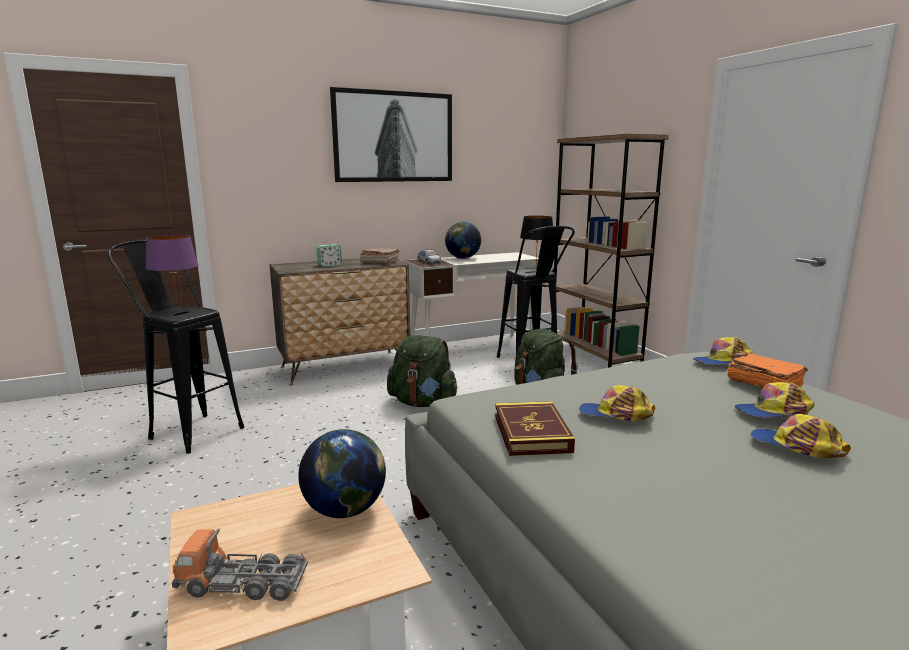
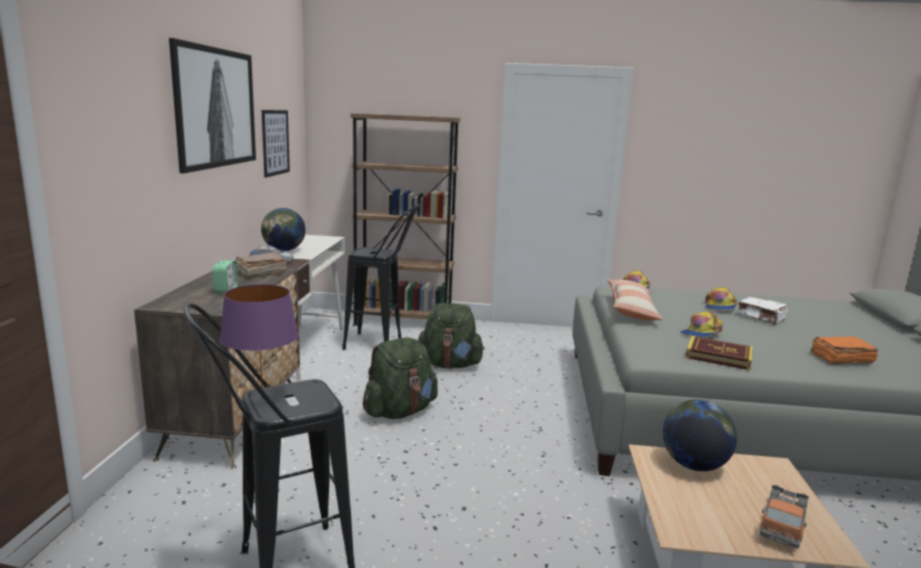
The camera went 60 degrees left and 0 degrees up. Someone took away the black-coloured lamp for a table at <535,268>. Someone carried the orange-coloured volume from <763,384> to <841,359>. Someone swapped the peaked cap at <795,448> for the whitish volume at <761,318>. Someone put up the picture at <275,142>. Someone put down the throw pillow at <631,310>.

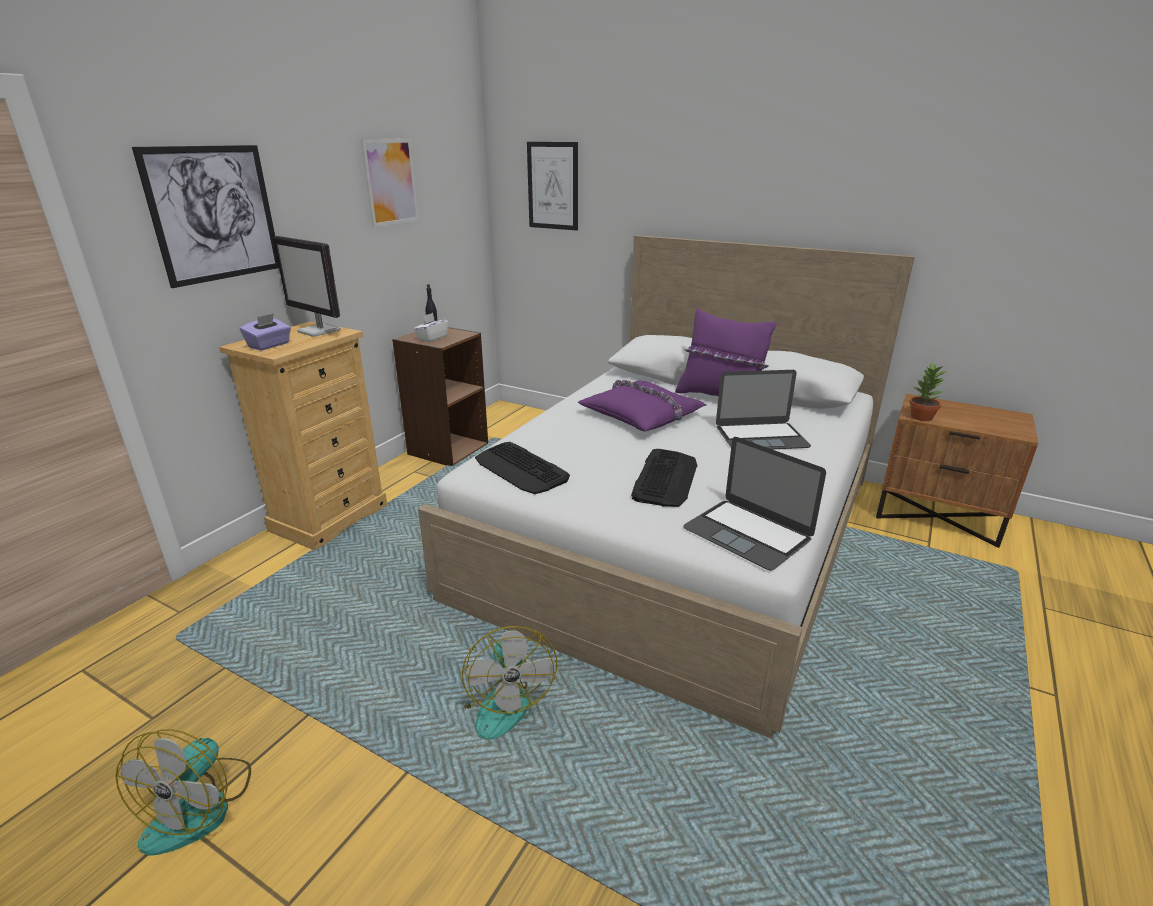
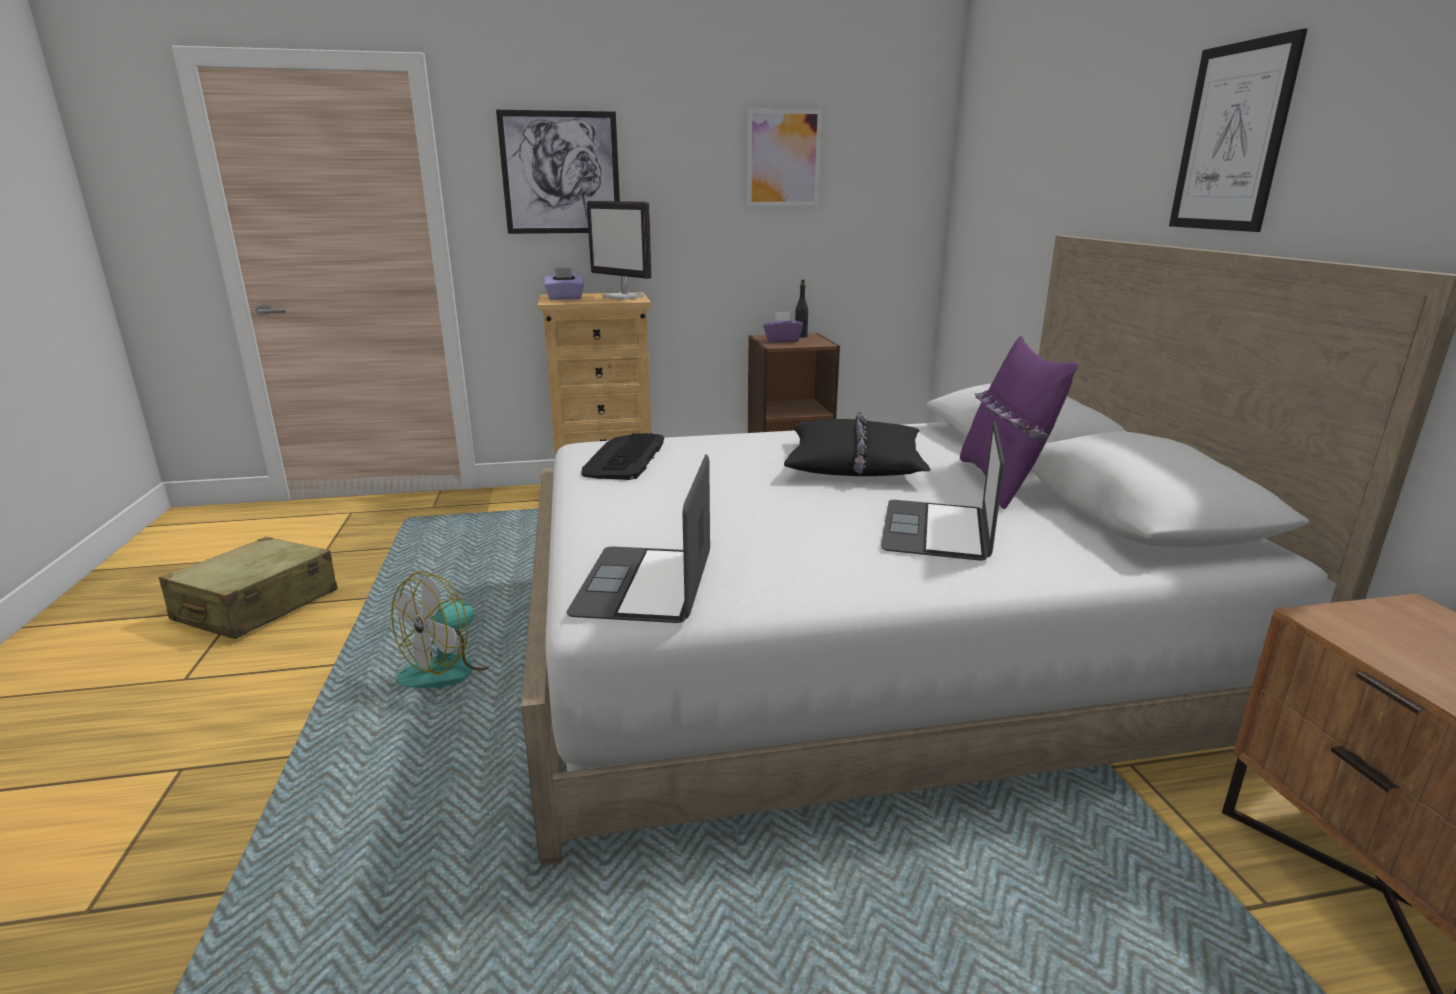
The camera went 50 degrees right and 5 degrees down. Someone swapped the cooling fan at <200,805> for the beige suitcase at <256,606>. Someone rotated the monitor at <320,331> by 45 degrees counterclockwise. Someone repainted the whitish tissue holder at <432,338>, which became the purplish tissue holder at <782,340>. Someone carried the picture from <553,186> to <1232,138>. Someone repainted the purplish throw pillow at <642,415>, which became the black-coloured throw pillow at <855,464>. Someone took away the PC keyboard at <665,478>. Someone rotated the portable computer at <761,437> by 60 degrees clockwise. Someone took away the plant in a pot at <921,417>.

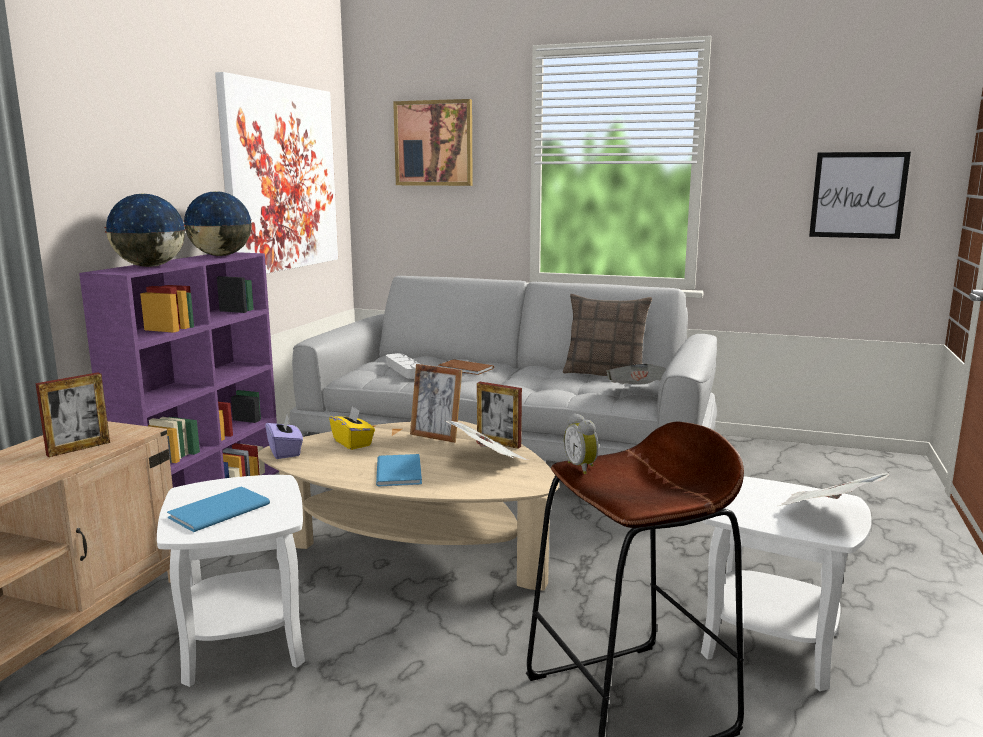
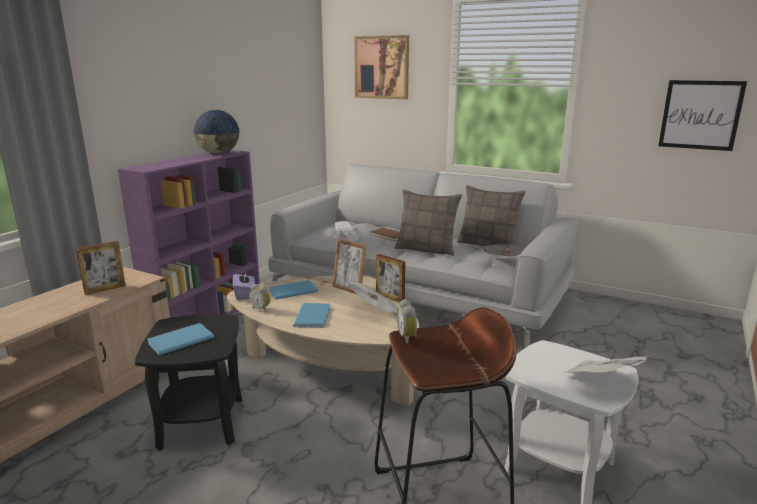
The camera went 10 degrees right and 5 degrees up. Someone took away the desk globe at <150,266>. Someone repainted the whitish accent table at <243,642>, which became the black-coloured accent table at <201,423>. Someone took away the picture at <281,178>. Someone swapped the yellowish tissue holder at <353,443> for the blue volume at <291,290>. Someone put down the alarm clock at <261,309>. Someone put down the throw pillow at <426,249>.

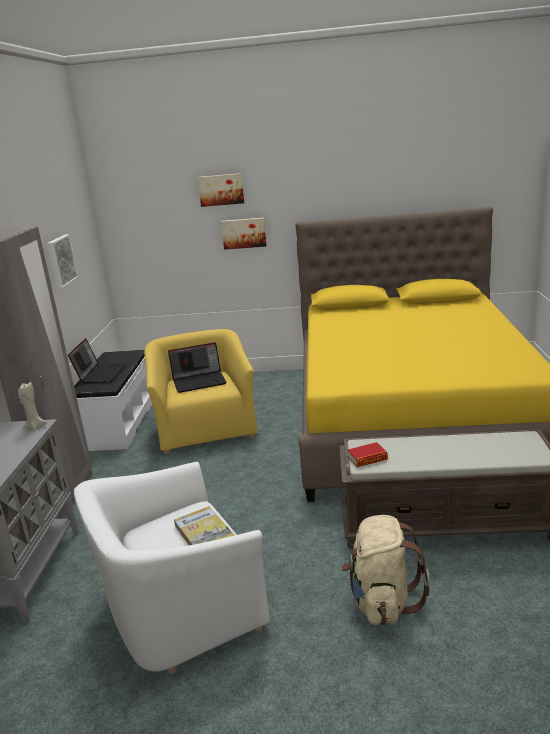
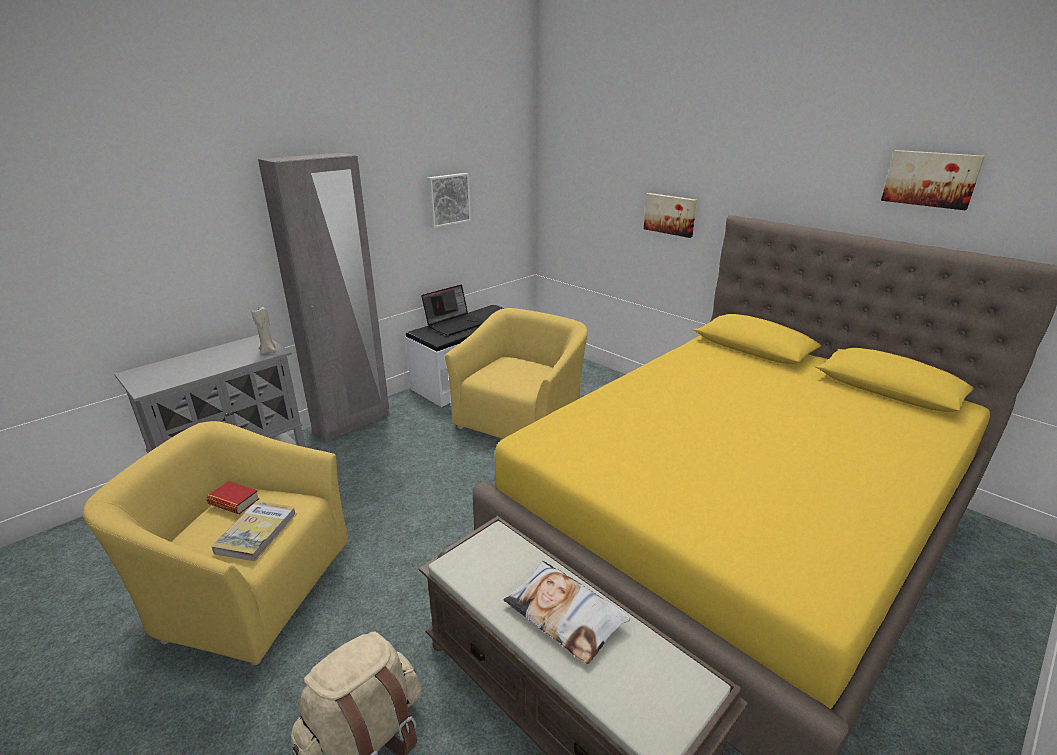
The camera went 40 degrees right and 5 degrees up. Someone repainted the whitish armchair at <180,610>, which became the yellowish armchair at <249,588>. Someone took away the portable computer at <200,381>. Someone carried the picture from <221,189> to <931,179>. Someone carried the volume from <367,458> to <234,502>. Someone put down the throw pillow at <565,615>.

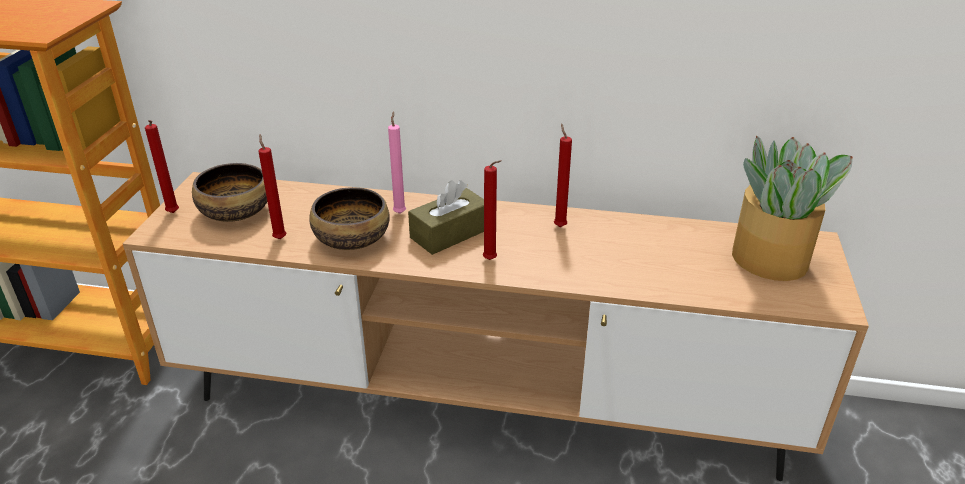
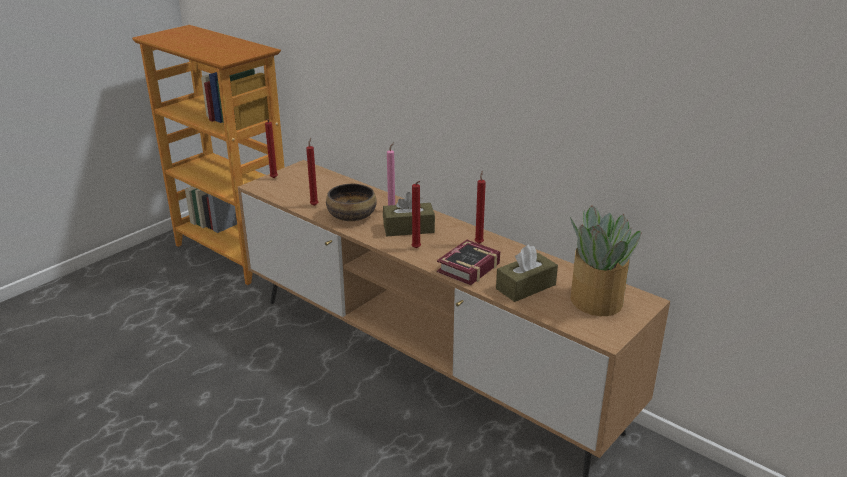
The camera went 30 degrees right and 5 degrees down. Someone took away the serving bowl at <235,211>. Someone put down the volume at <465,268>. Someone put down the brown tissue holder at <526,287>.

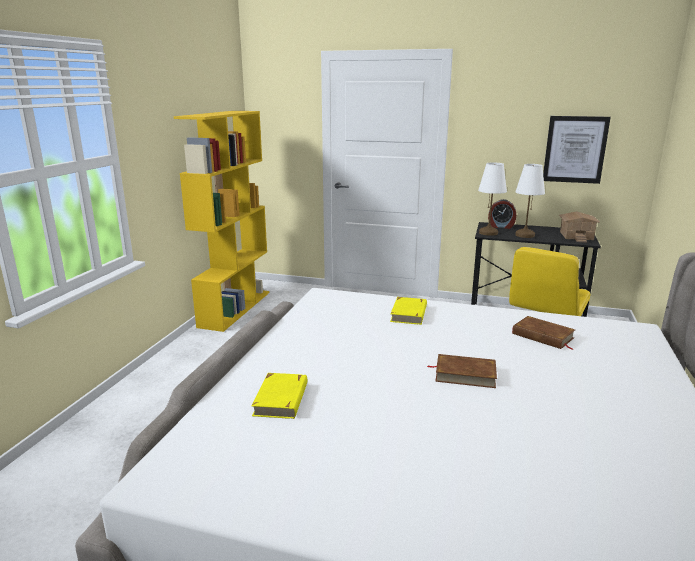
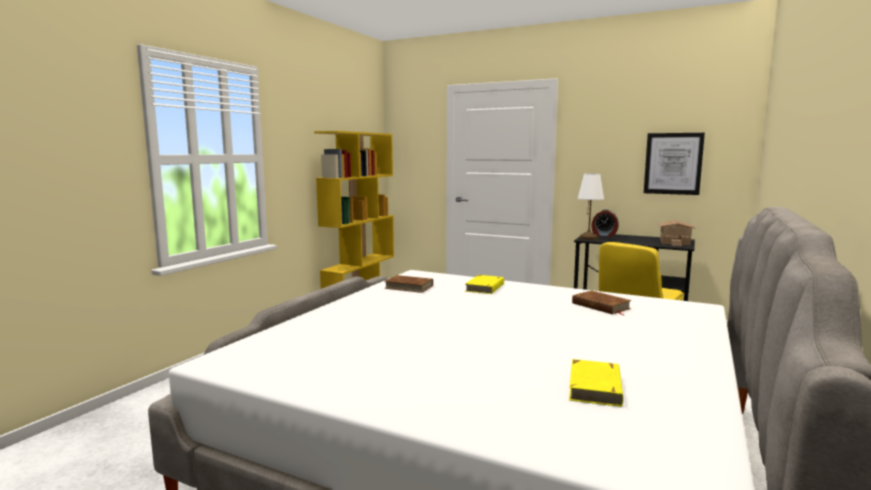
The camera went 10 degrees right and 10 degrees down. Someone carried the yellowish volume from <281,399> to <595,387>. Someone carried the brown volume from <465,374> to <408,287>. Someone took away the whitish lamp for a table at <524,235>.

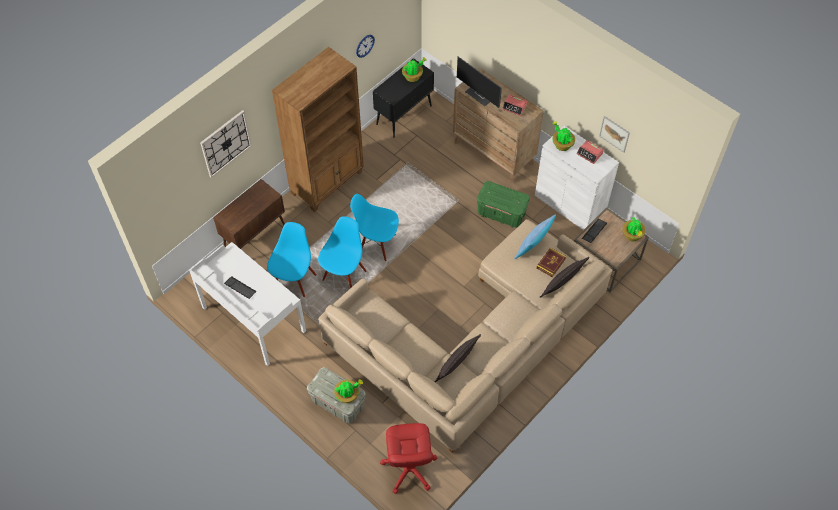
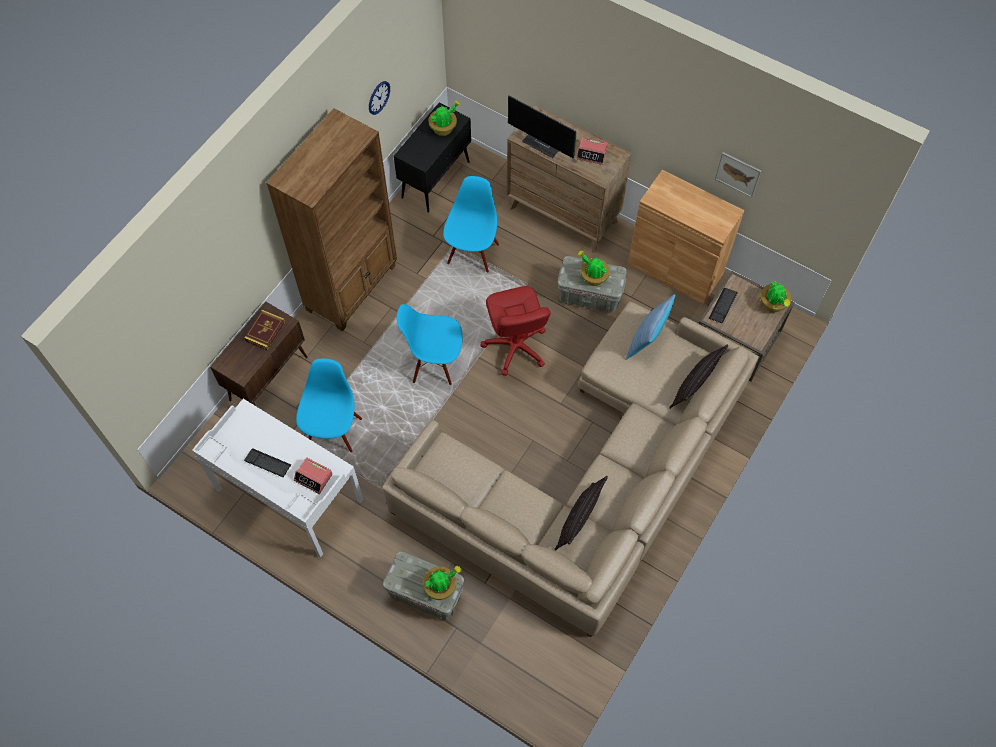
The camera went 10 degrees left and 5 degrees up. Someone took away the clock on the wall at <226,143>. Someone carried the blue plain chair from <344,274> to <472,253>. Someone carried the red-coloured desk chair from <409,468> to <515,347>. Someone repainted the green storage bin at <501,213>, which became the greyish storage bin at <589,295>. Someone repainted the whitish storage cabinet at <570,203>, which became the brown storage cabinet at <675,268>. Someone carried the volume from <551,263> to <265,331>. Someone carried the plant in a pot from <561,144> to <593,277>. Someone carried the alarm clock from <589,154> to <313,477>.

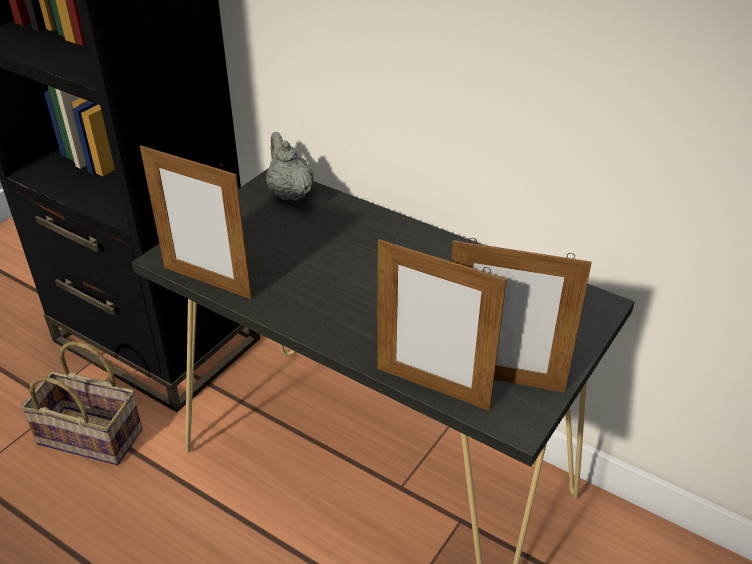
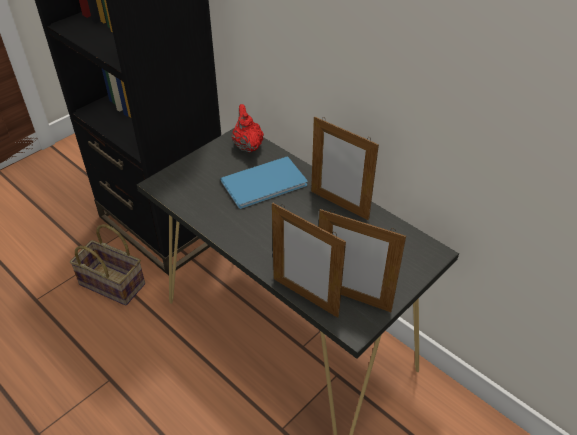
The camera went 10 degrees right and 5 degrees up. Someone carried the standing frame from <207,282> to <339,205>. Someone repainted the greyish pot for tea at <290,193>, which became the red-coloured pot for tea at <247,146>. Someone put down the blue volume at <267,184>.

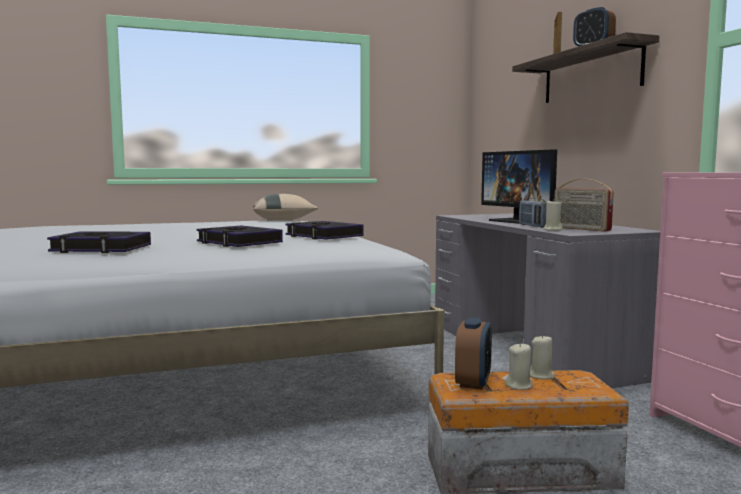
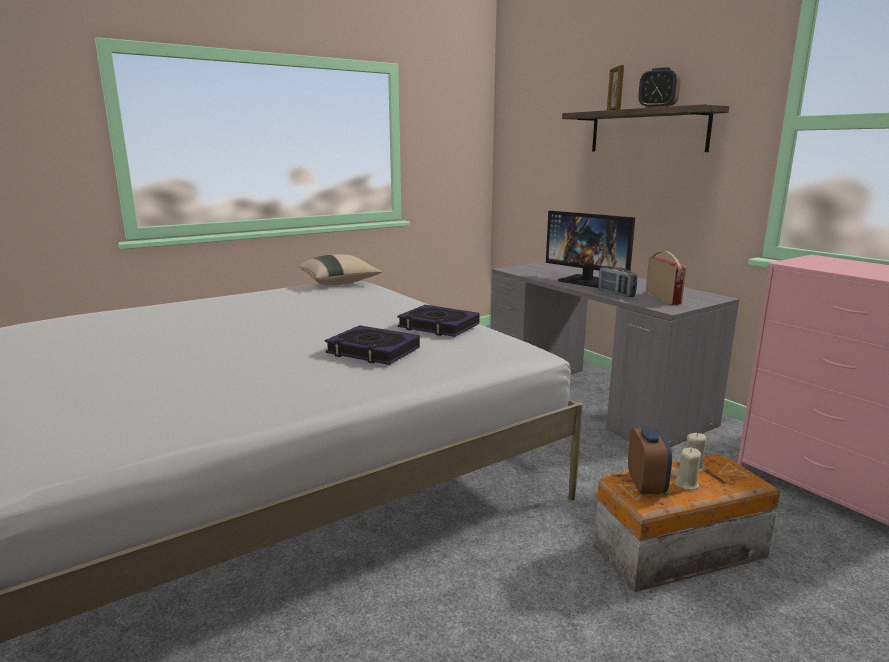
The camera went 15 degrees left and 10 degrees up. Someone took away the volume at <101,249>. Someone took away the beige wax candle at <552,230>. Someone rotated the radio set at <580,229> by 135 degrees counterclockwise.

